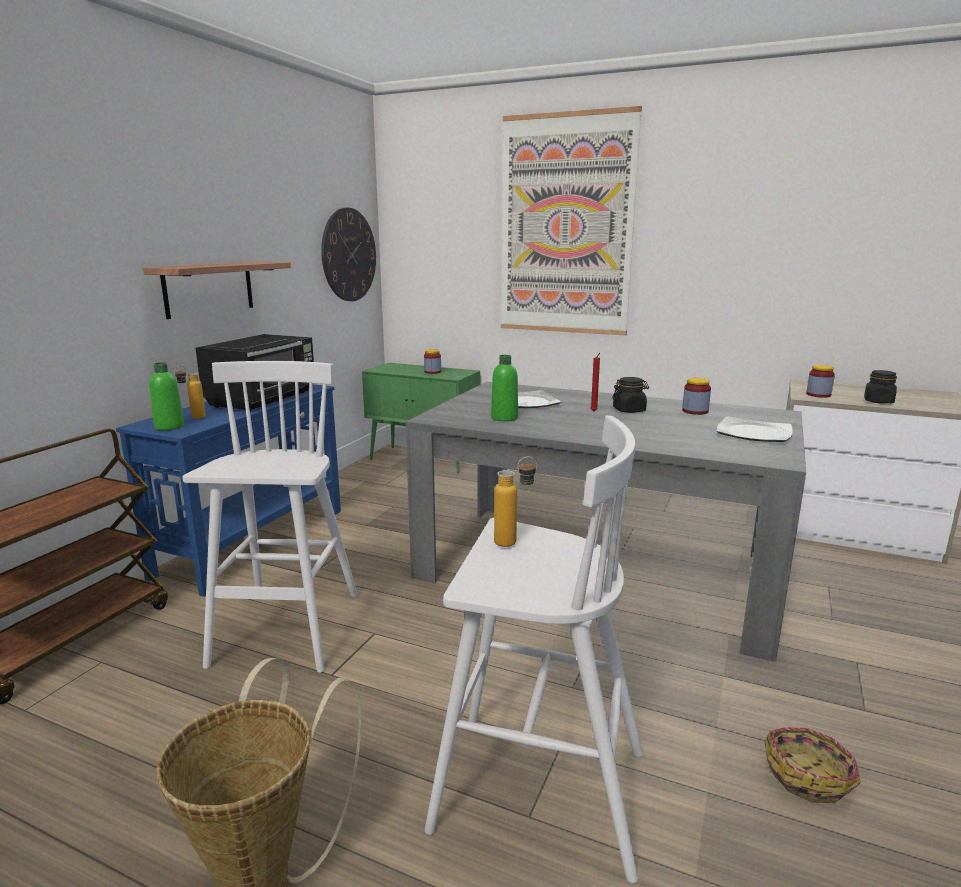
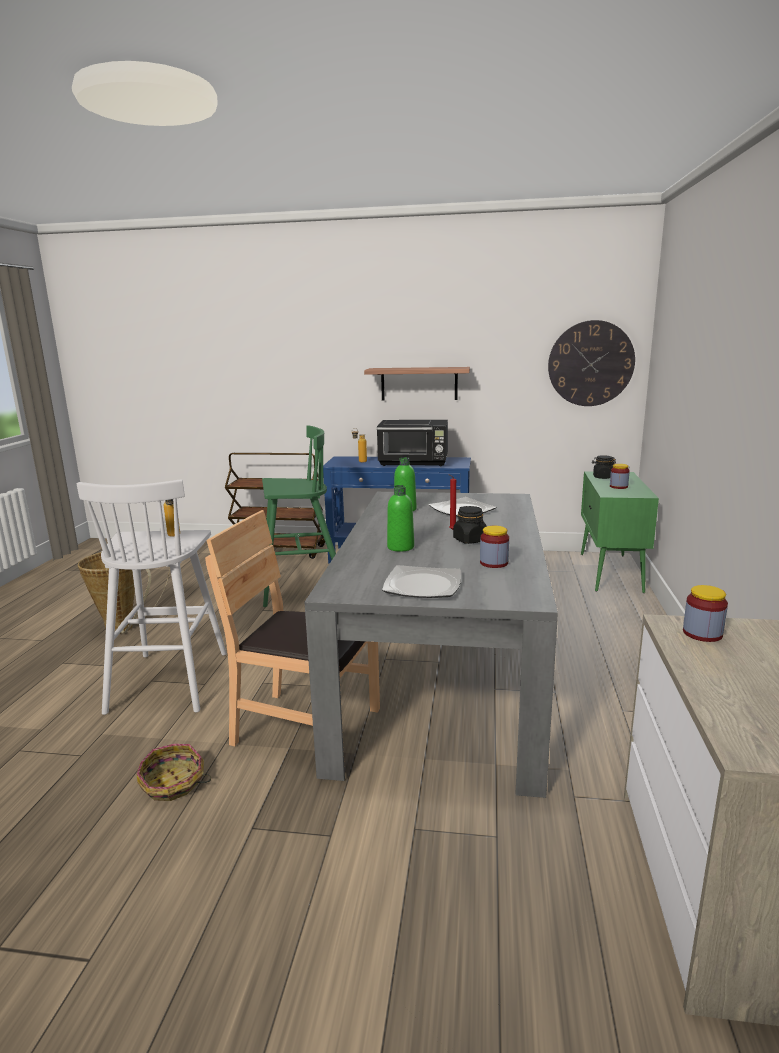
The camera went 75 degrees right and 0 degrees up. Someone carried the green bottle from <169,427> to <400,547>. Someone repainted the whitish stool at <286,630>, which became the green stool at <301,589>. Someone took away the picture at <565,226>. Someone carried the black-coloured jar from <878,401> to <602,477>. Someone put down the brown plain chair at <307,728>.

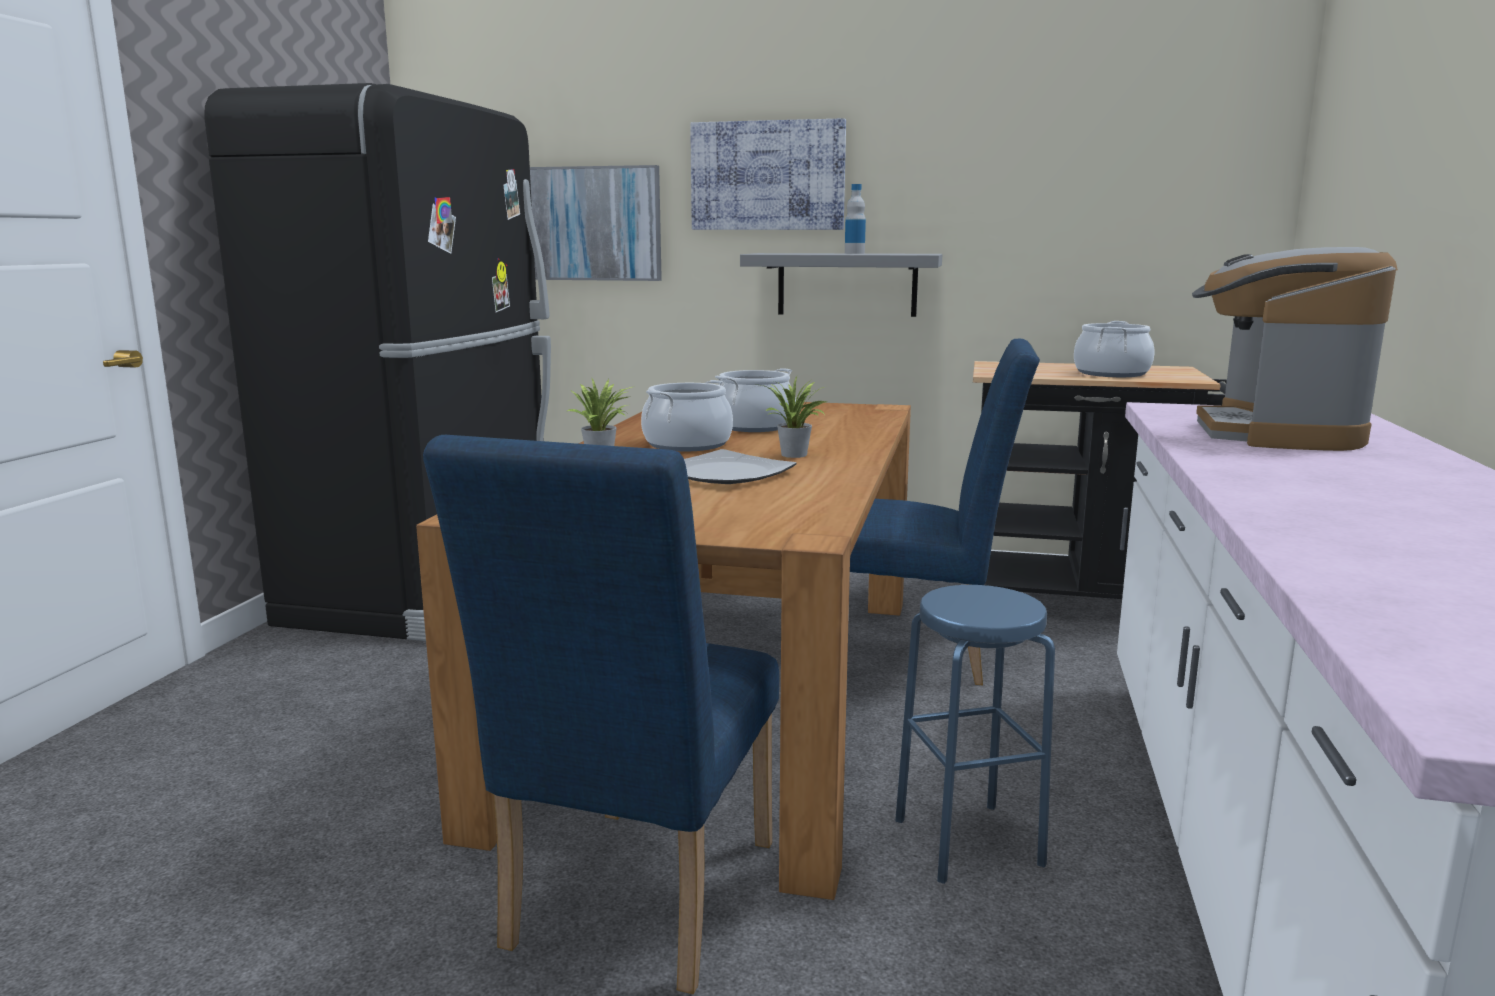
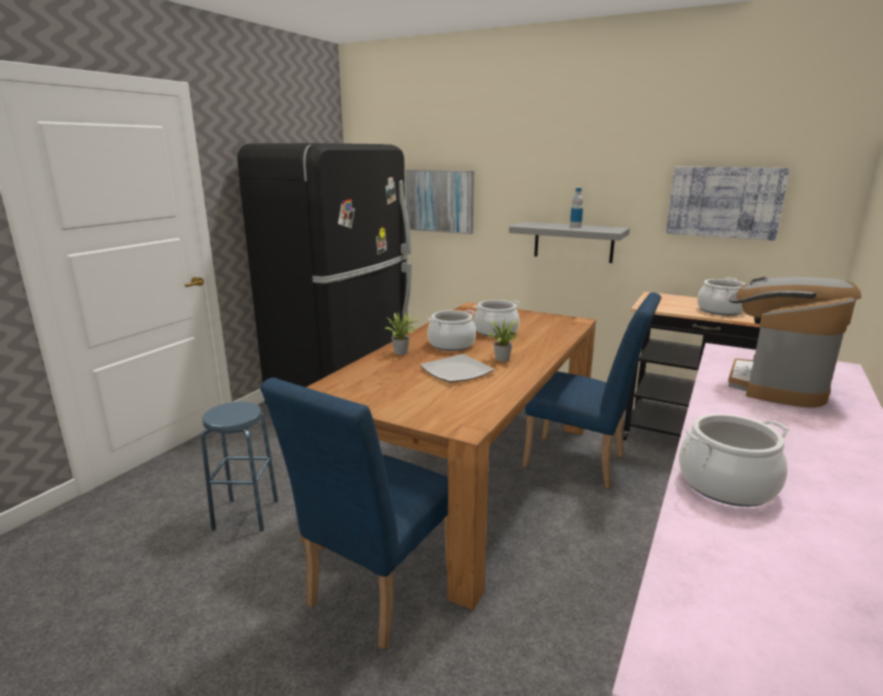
The camera went 15 degrees right and 5 degrees up. Someone carried the picture from <767,176> to <724,202>. Someone carried the blue stool from <968,841> to <246,514>. Someone put down the saucepot at <727,484>.

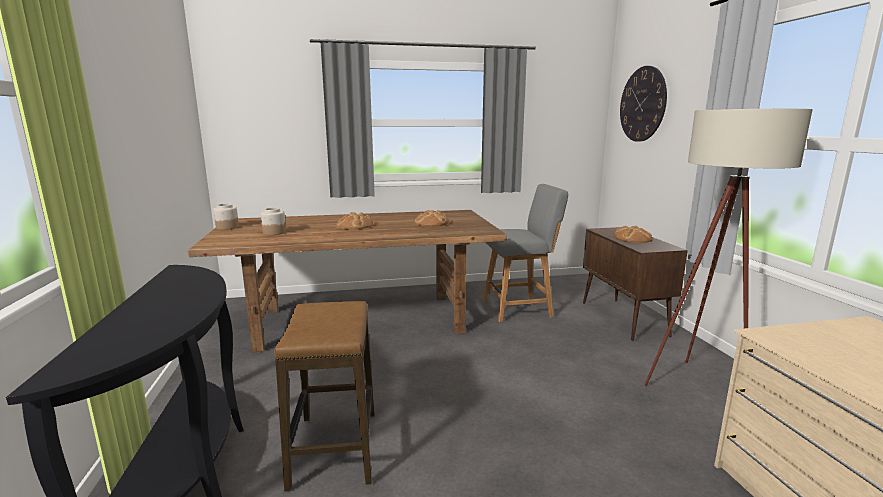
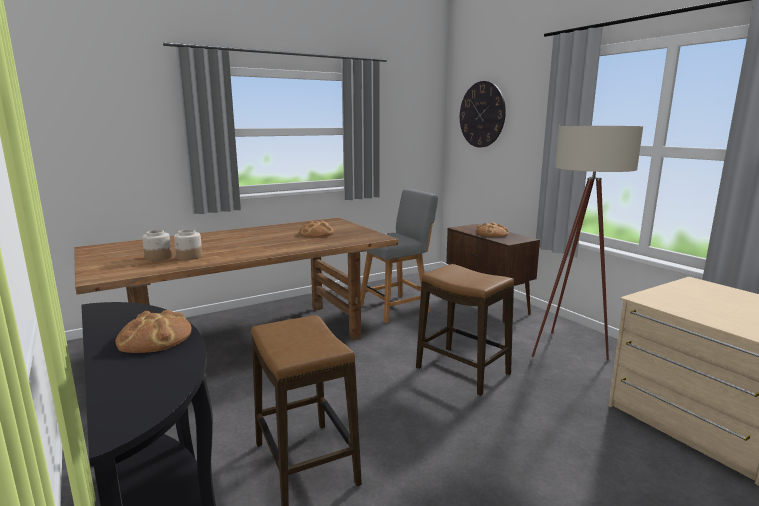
The camera went 20 degrees left and 0 degrees up. Someone carried the jar from <227,227> to <189,257>. Someone carried the bread from <354,225> to <154,337>. Someone put down the stool at <463,371>.

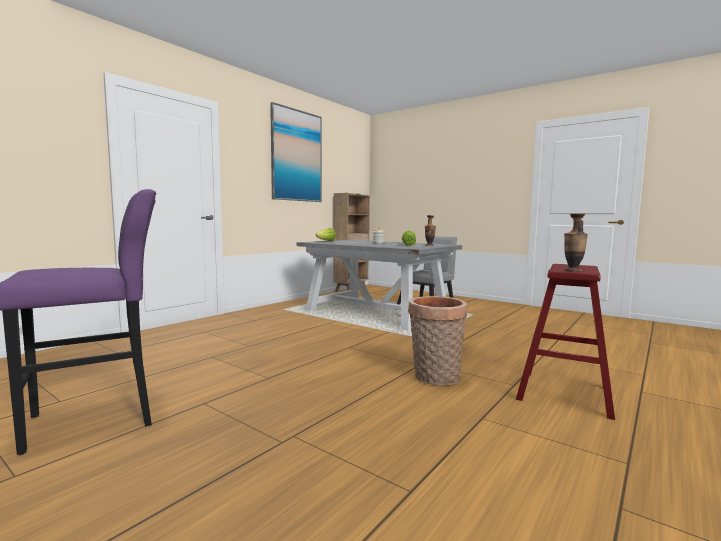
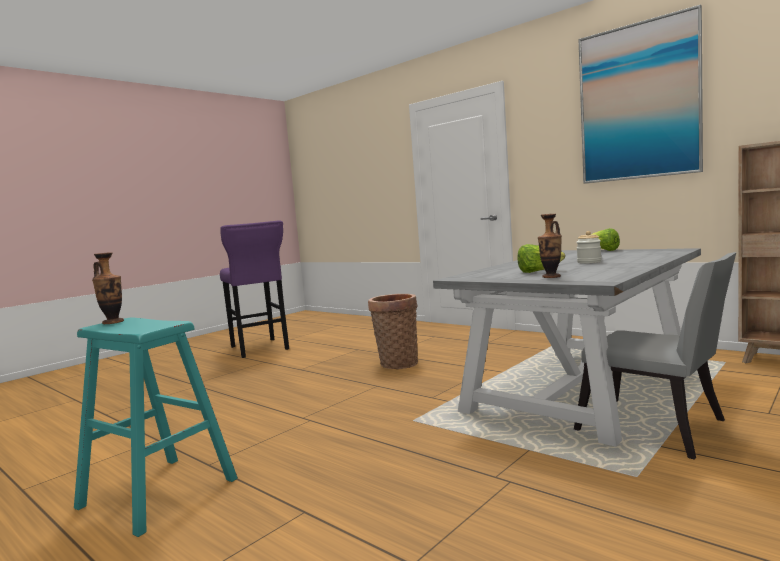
The camera went 95 degrees right and 0 degrees up. Someone carried the household basket from <435,378> to <397,363>. Someone repainted the red-coloured stool at <564,393>, which became the turquoise-coloured stool at <158,493>.

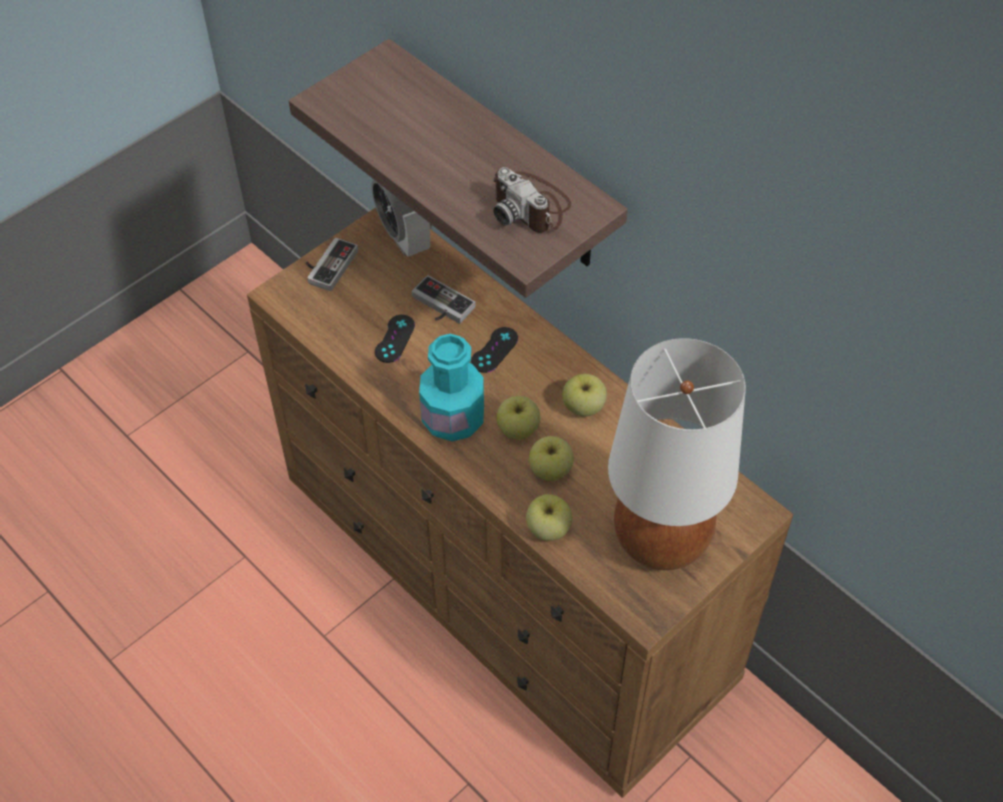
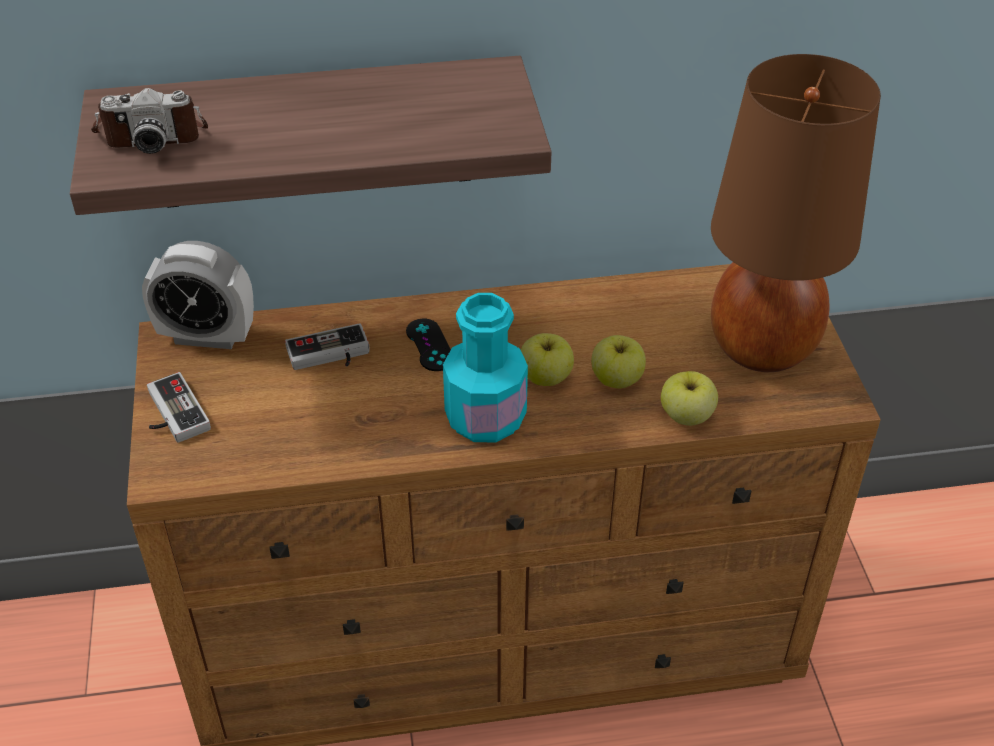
The camera went 55 degrees left and 10 degrees down. Someone took away the black-coloured game controller at <394,339>. Someone carried the photo camera from <531,206> to <152,132>. Someone took away the apple fruit at <583,407>. Someone repainted the whitish lamp for a table at <661,538>, which became the brown lamp for a table at <760,347>.

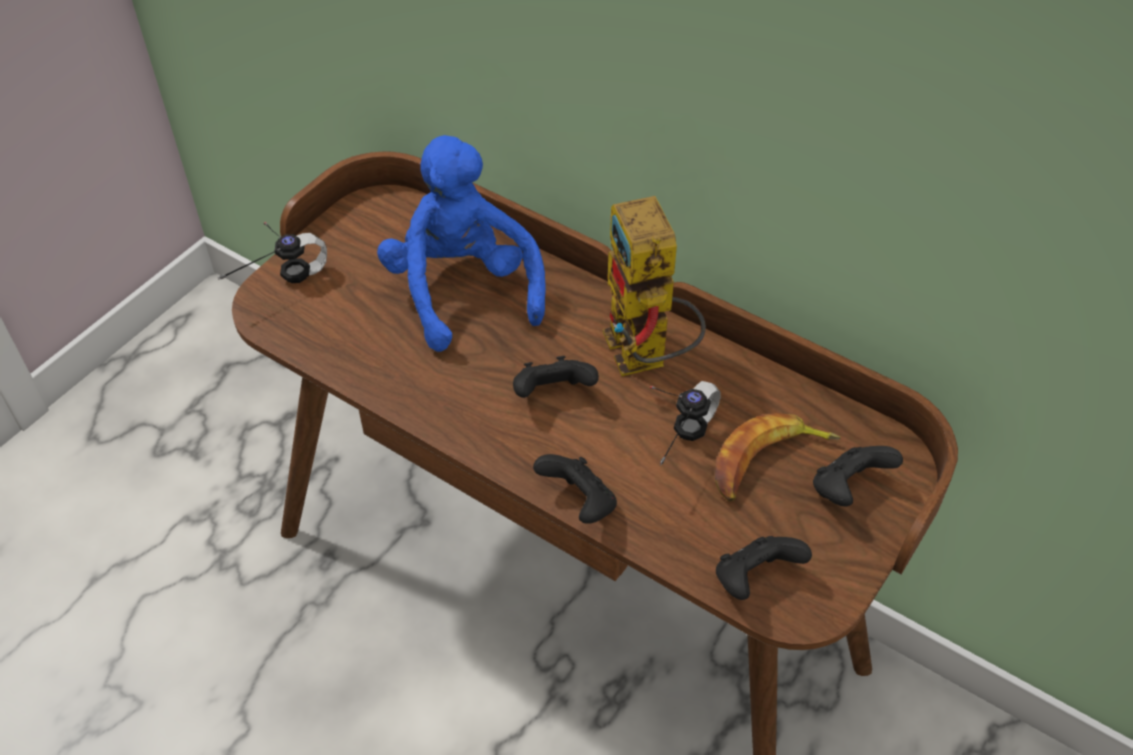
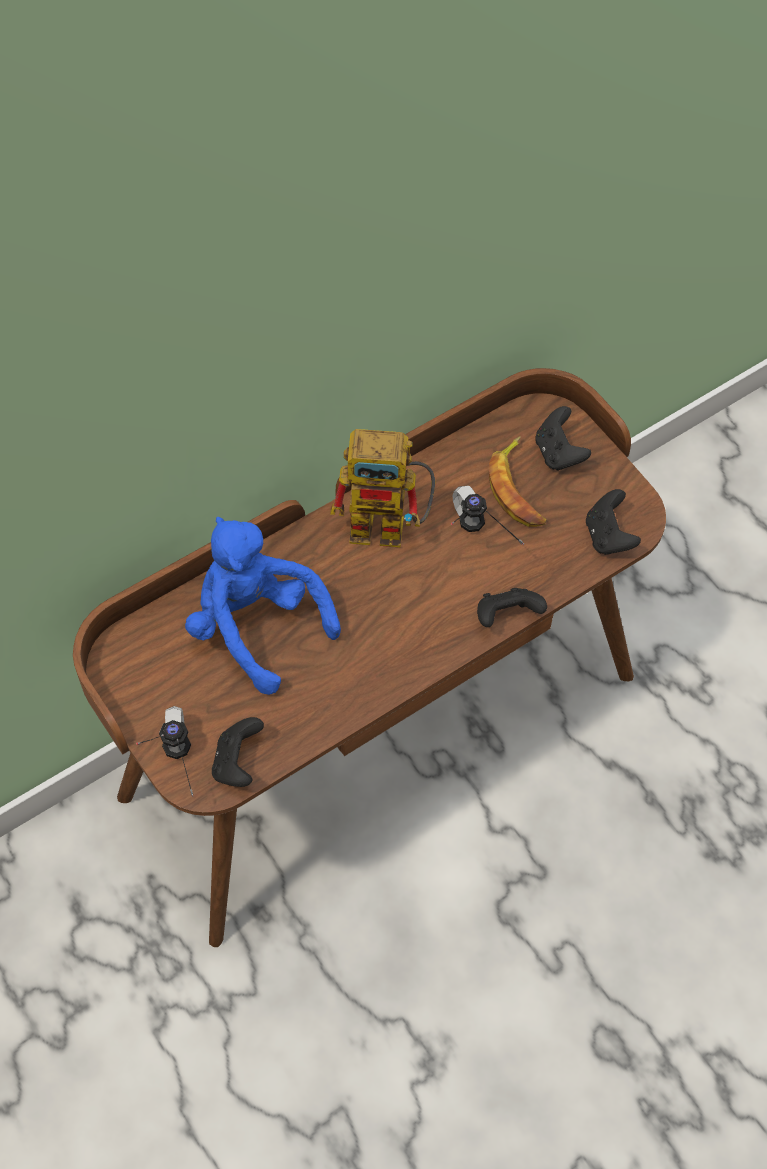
The camera went 70 degrees left and 10 degrees up. Someone rotated the blue soft toy at <462,289> by 45 degrees clockwise. Someone carried the black-coloured game controller from <553,394> to <237,763>.

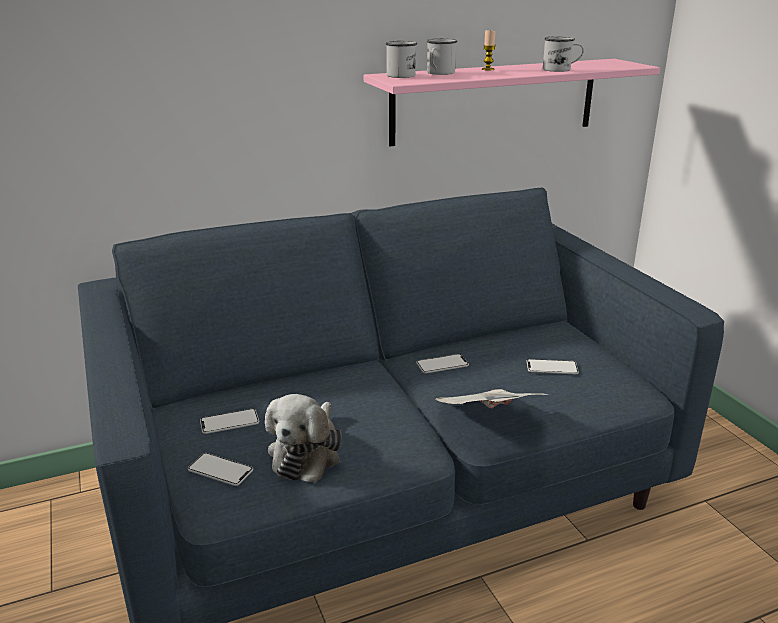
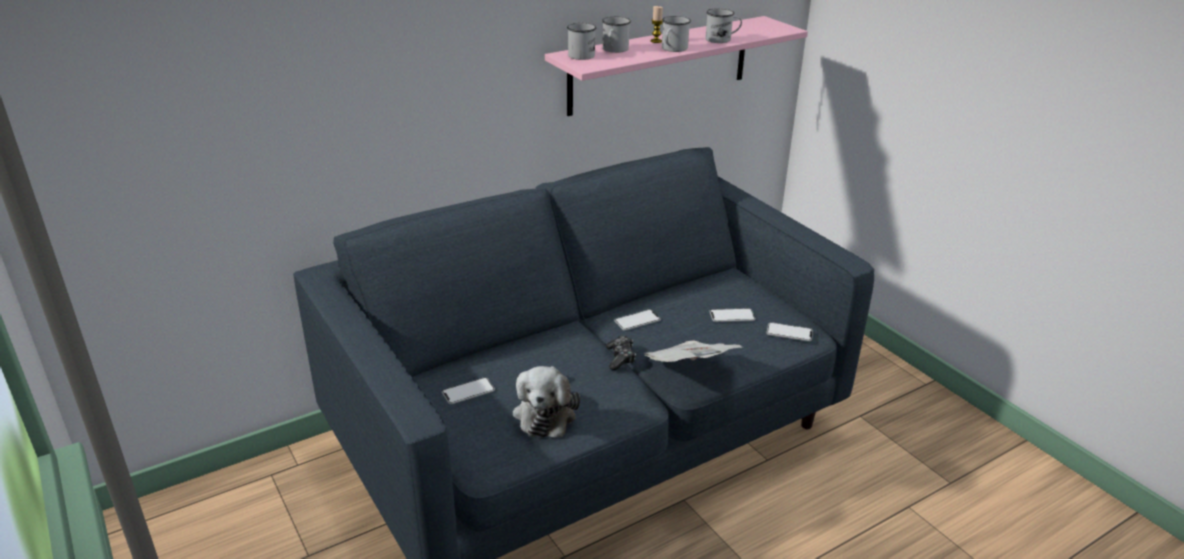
The camera went 10 degrees left and 5 degrees up. Someone carried the telephone from <220,470> to <789,333>. Someone put down the game controller at <620,358>. Someone put down the whitish tea mug at <672,49>.

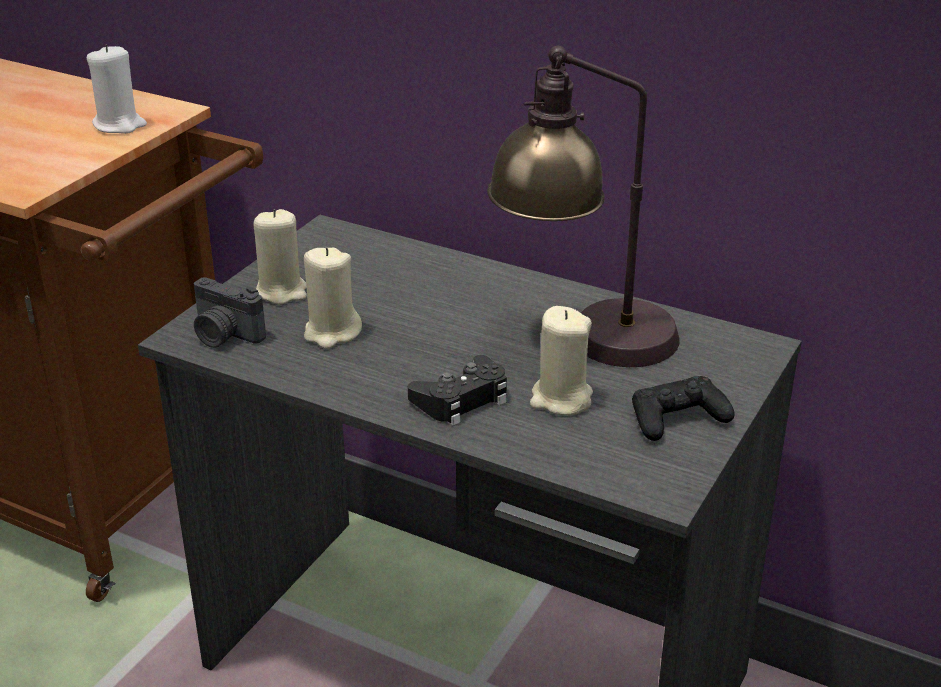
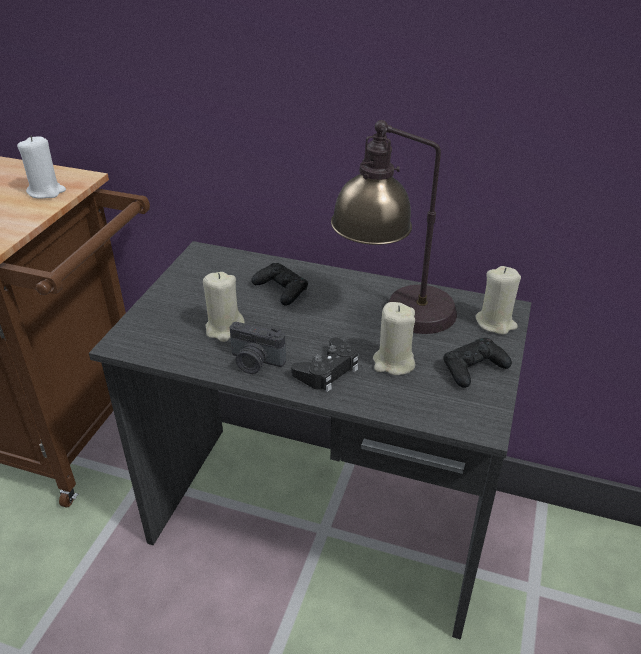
The camera went 10 degrees left and 5 degrees up. Someone carried the photo camera from <224,335> to <255,362>. Someone carried the beige wax candle from <282,291> to <495,323>. Someone put down the black-coloured game controller at <281,289>.

